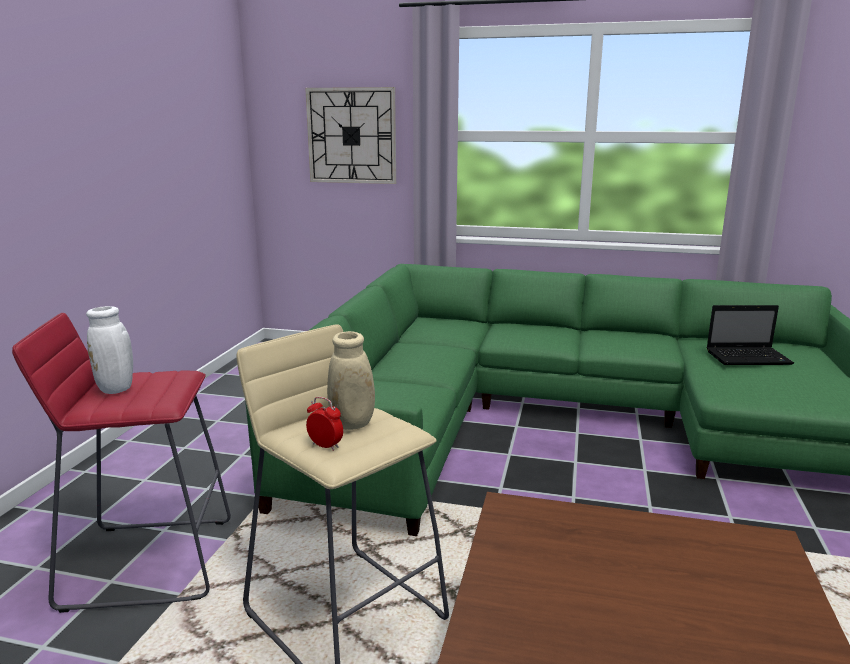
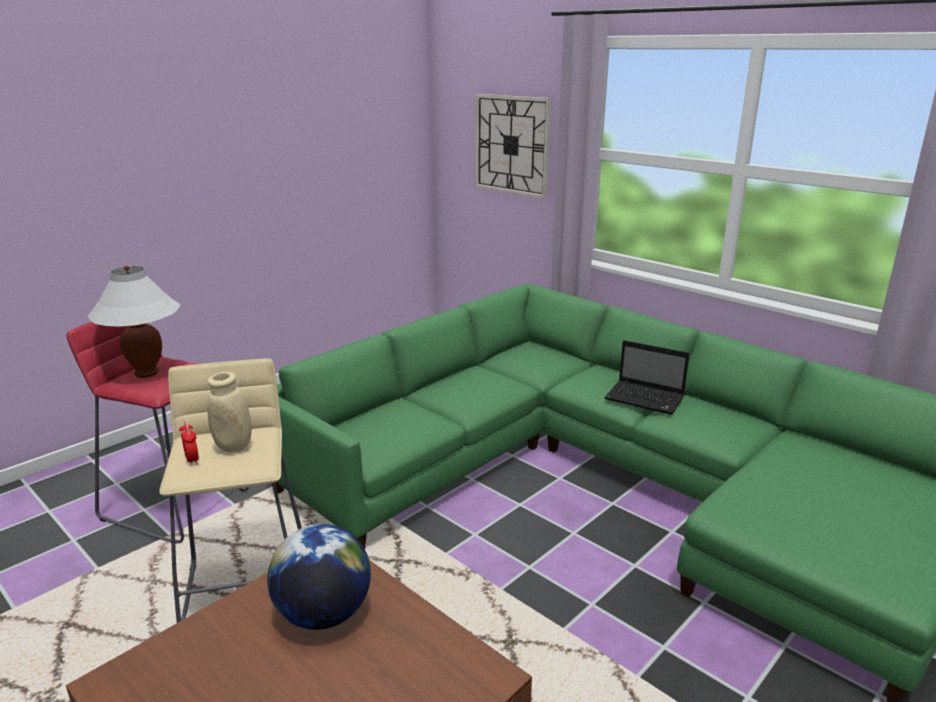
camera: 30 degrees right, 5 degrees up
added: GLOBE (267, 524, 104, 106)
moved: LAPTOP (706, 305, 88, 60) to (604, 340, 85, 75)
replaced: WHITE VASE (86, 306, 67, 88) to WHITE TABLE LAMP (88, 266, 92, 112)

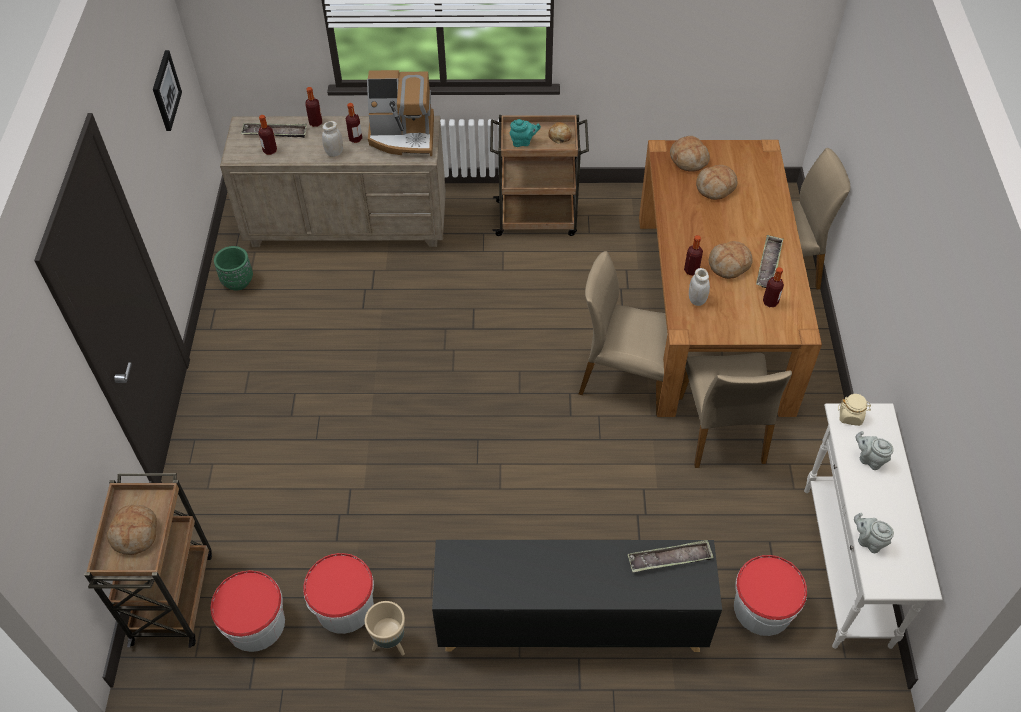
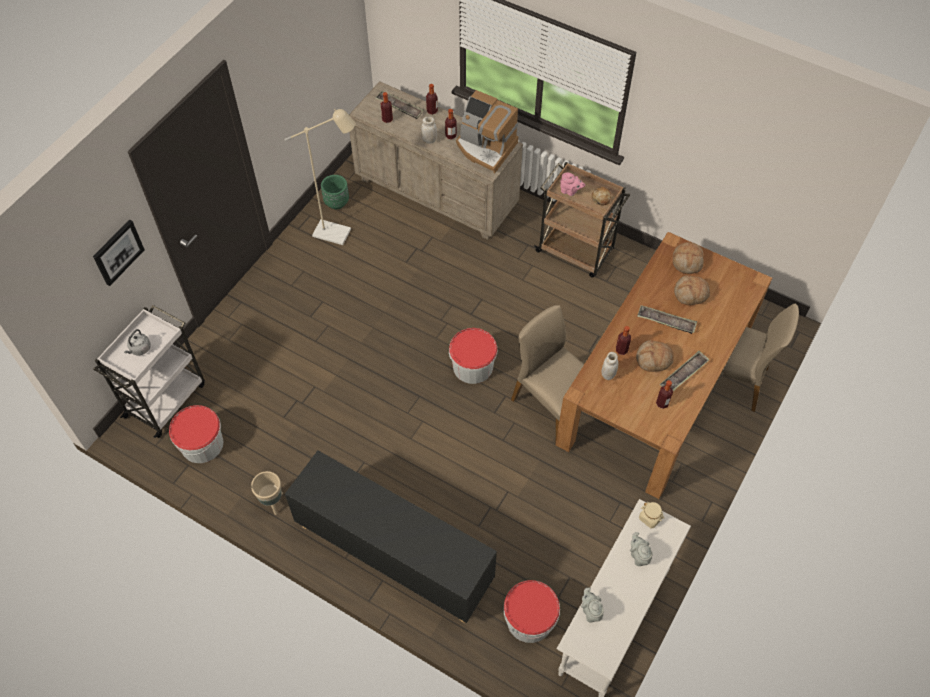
camera: 30 degrees right, 5 degrees up
removed: BEIGE CHAIR (679, 353, 113, 115)
added: BEIGE FLOOR LAMP (285, 109, 71, 136)
moved: PICTURE (153, 50, 29, 81) to (93, 220, 52, 66); BUCKET (303, 553, 71, 81) to (449, 328, 48, 56); TRAY (628, 540, 86, 33) to (637, 305, 60, 29)
replaced: BREAD (107, 505, 50, 50) to GREY KETTLE (124, 329, 27, 27)
recoloured: BROWN CART (84, 473, 128, 175) to WHITE CART (93, 305, 112, 133); TURQUOISE TEAPOT (510, 119, 31, 28) to PINK TEAPOT (560, 173, 25, 23)

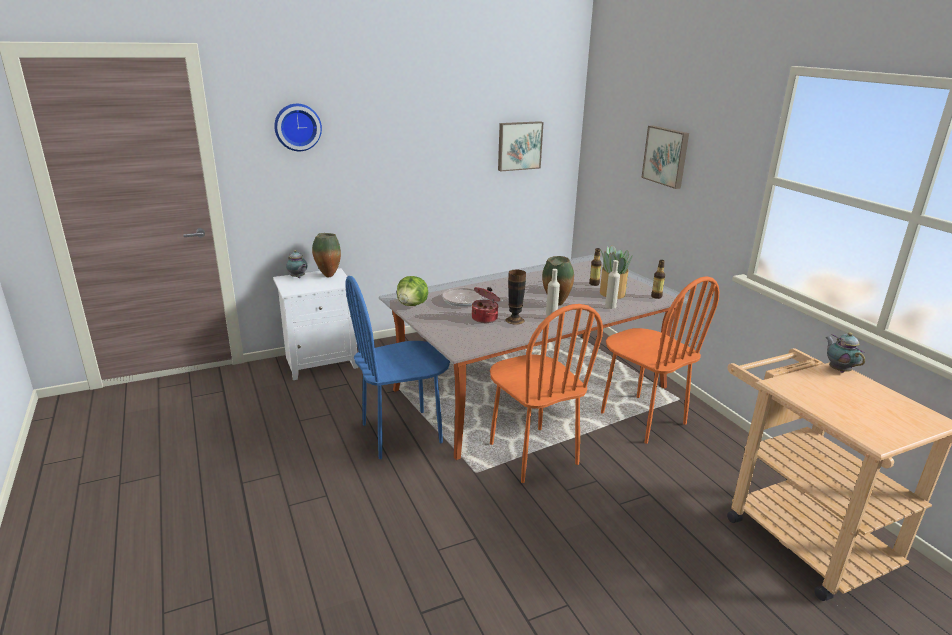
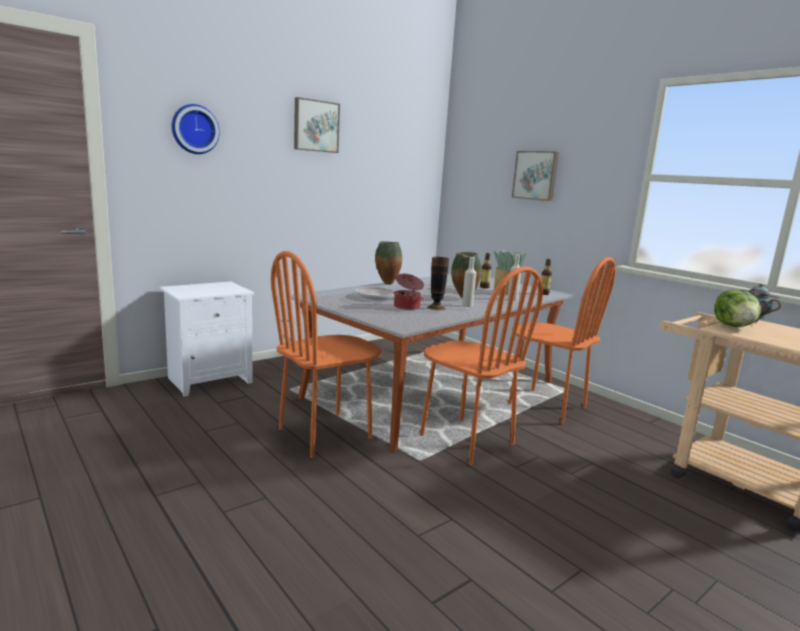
camera: 15 degrees left, 10 degrees down
removed: TEAPOT (286, 250, 21, 28)
moved: VASE (312, 233, 29, 44) to (375, 241, 27, 44); LETTUCE (397, 276, 31, 30) to (714, 290, 47, 37); PICTURE (498, 121, 46, 51) to (294, 97, 46, 56)
recoloured: BLUE CHAIR (345, 276, 105, 183) to ORANGE CHAIR (271, 251, 110, 207)

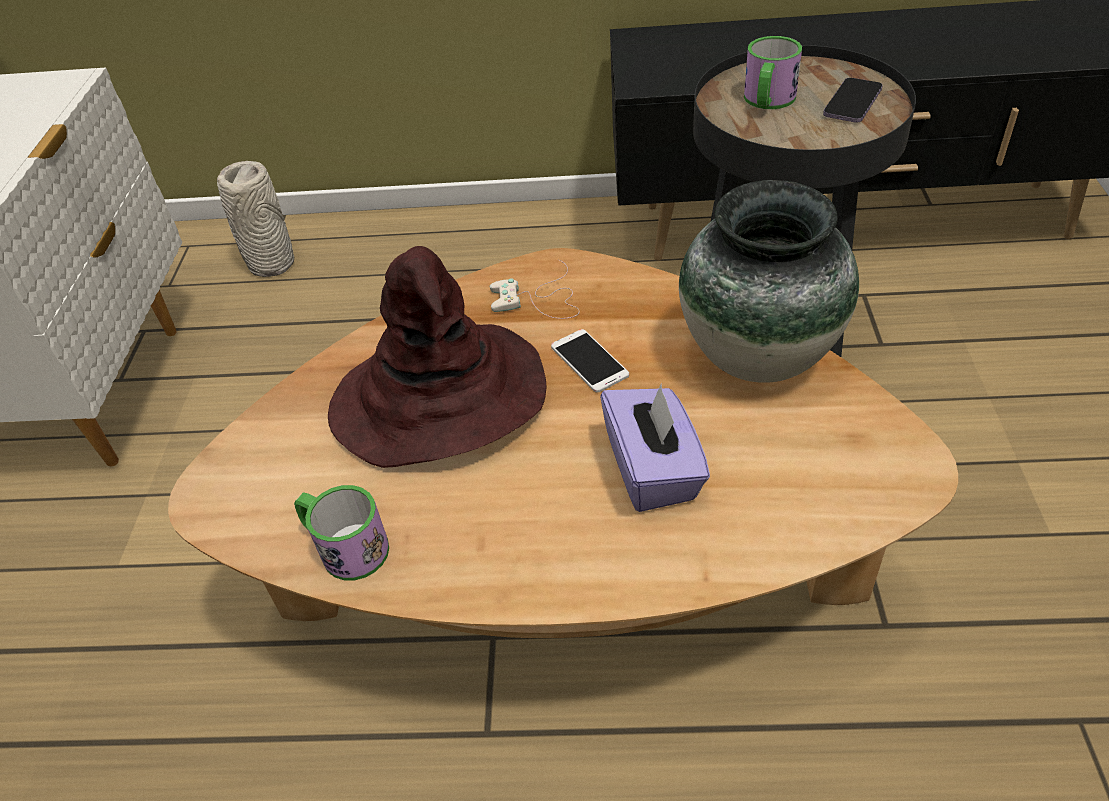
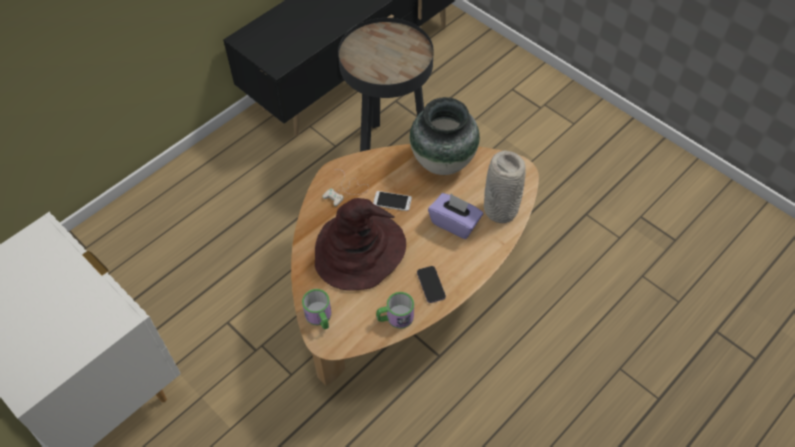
camera: 50 degrees left, 10 degrees up
moved: GREY VASE (217, 161, 77, 116) to (484, 151, 42, 72); MUG (744, 36, 58, 73) to (302, 289, 29, 41); PHONE (823, 78, 60, 45) to (417, 266, 29, 37)

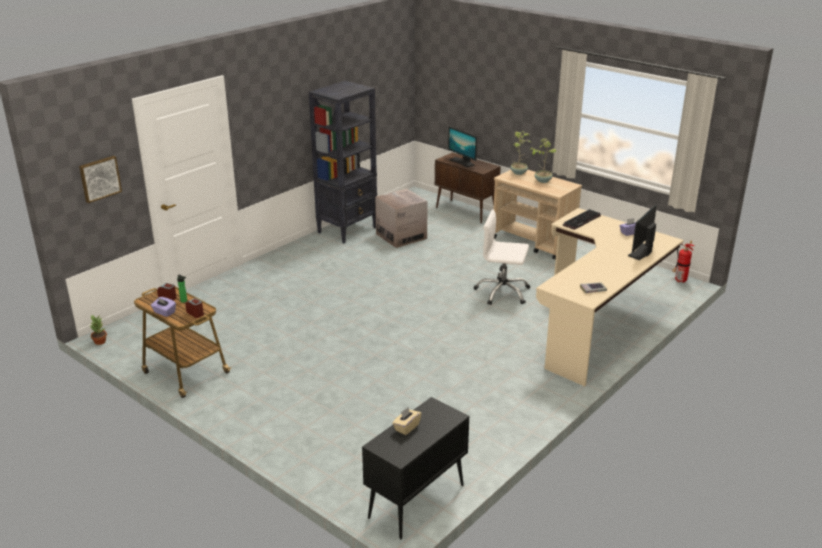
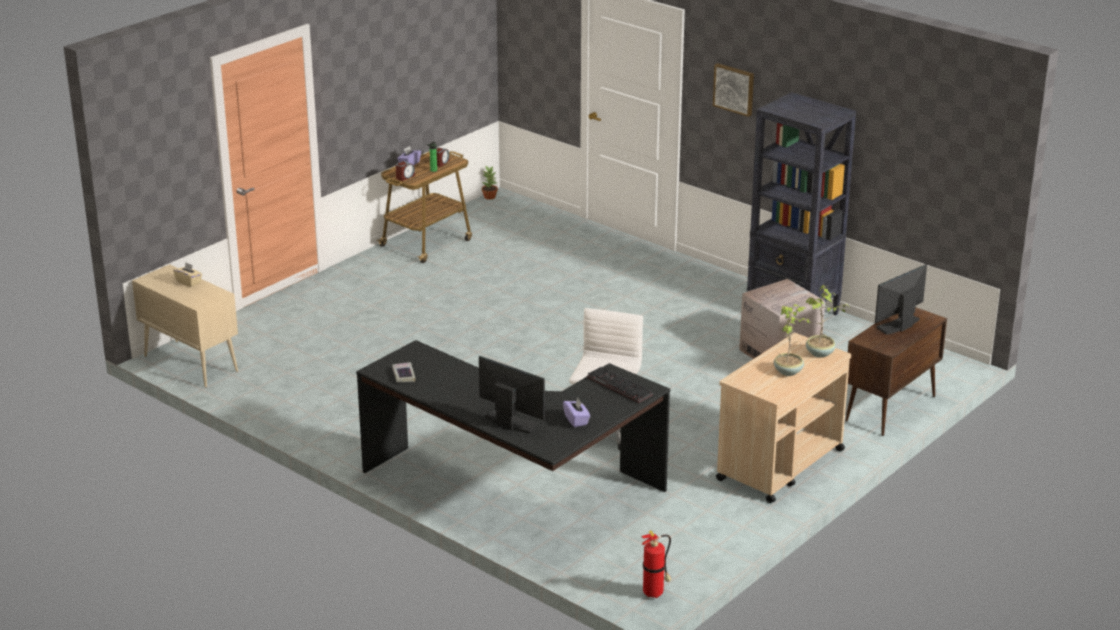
camera: 90 degrees right, 0 degrees up
moved: PICTURE (79, 156, 43, 47) to (713, 63, 41, 54)
recoloured: BLACK CABINET (362, 397, 107, 142) to BEIGE CABINET (132, 264, 106, 124); BEIGE DESK (536, 208, 148, 178) to BLACK DESK (356, 340, 315, 152)

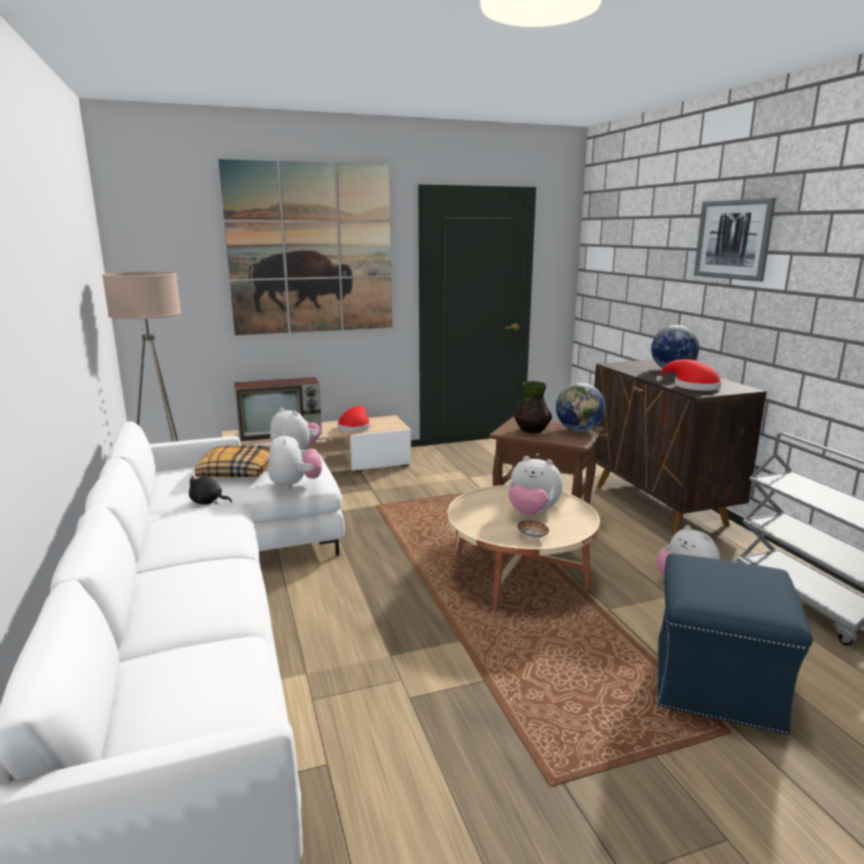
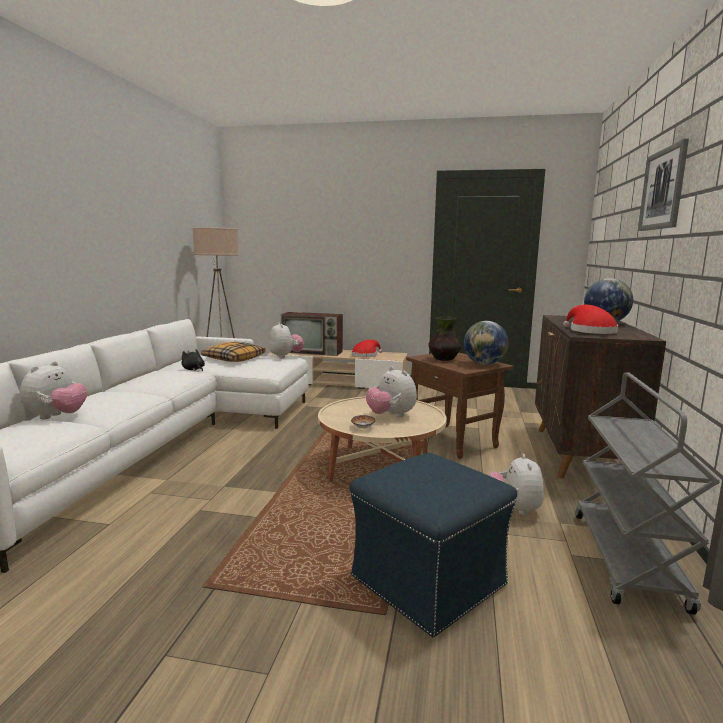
camera: 30 degrees right, 5 degrees down
removed: PICTURE (218, 159, 174, 176)
moved: PLUSH TOY (268, 432, 54, 58) to (20, 361, 67, 59)

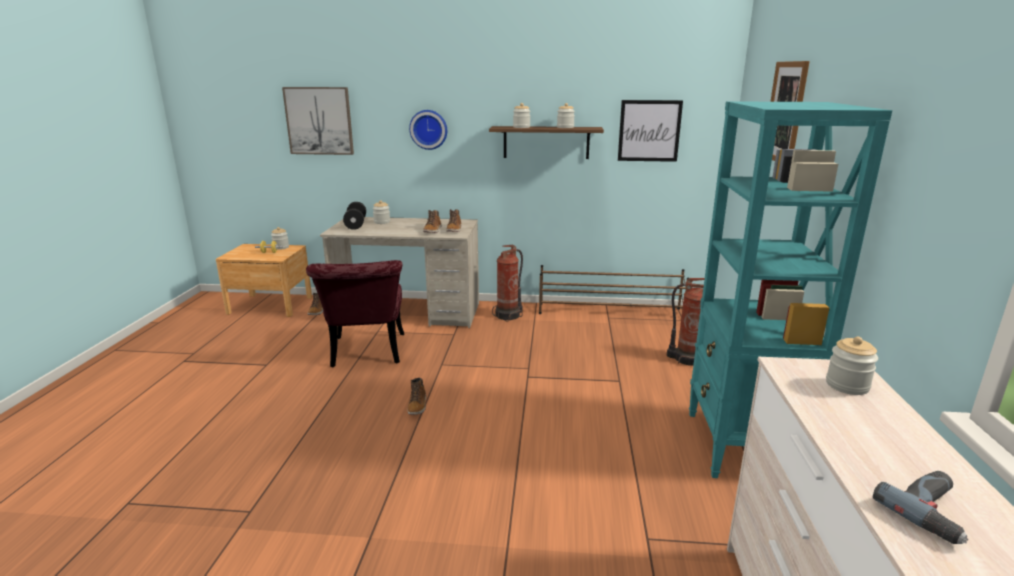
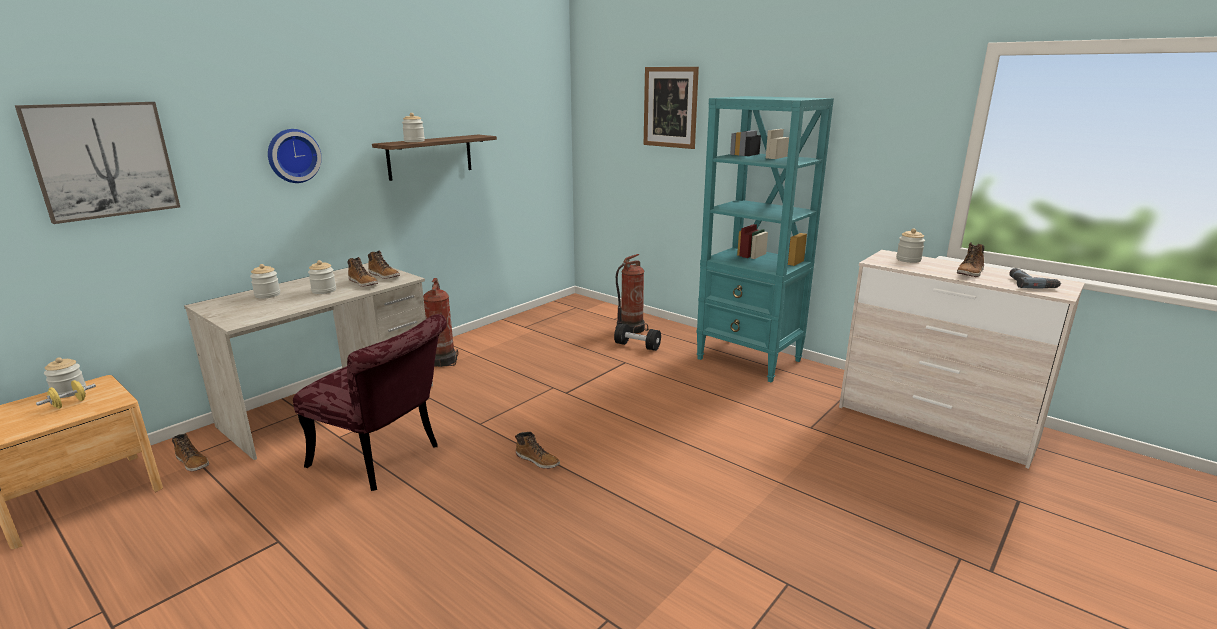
camera: 55 degrees left, 0 degrees up
removed: BROWN SHOE RACK (539, 265, 150, 49); PICTURE (618, 100, 65, 62)
added: BOOT (957, 242, 27, 35)
moved: BLACK DUMBBELL (343, 202, 23, 28) to (614, 323, 47, 28); JAR (557, 103, 18, 25) to (308, 260, 28, 34)

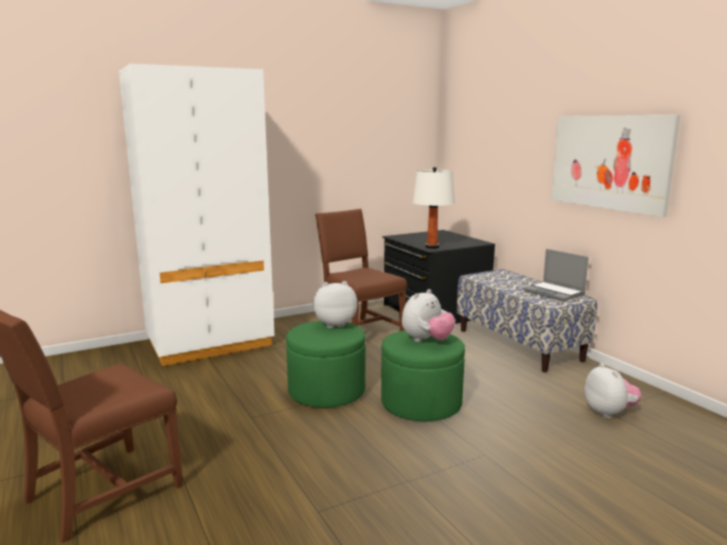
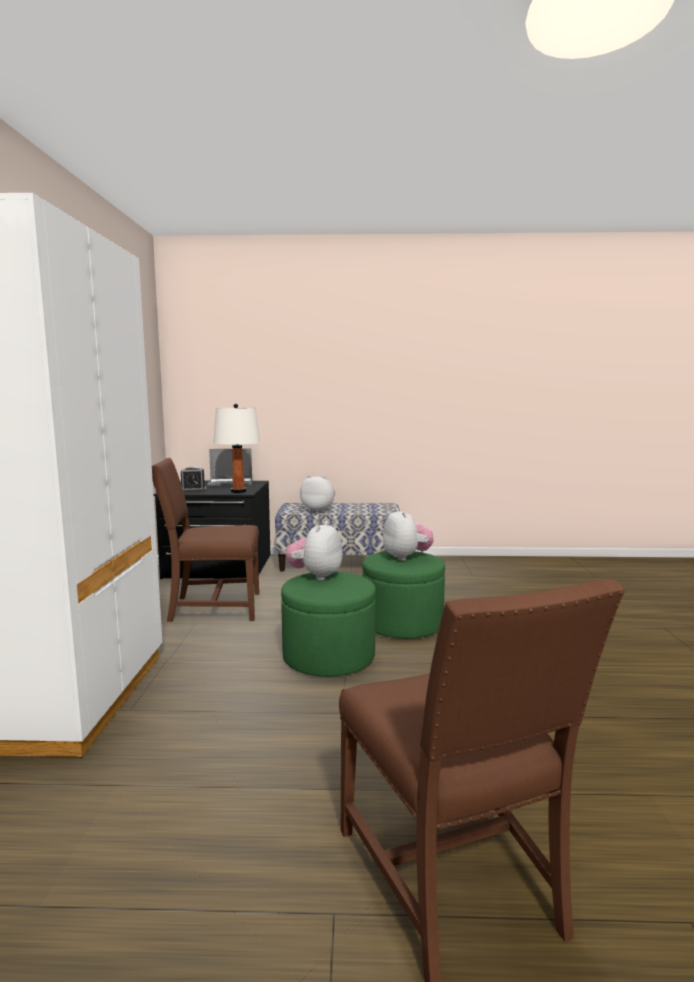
camera: 60 degrees left, 5 degrees down
removed: PICTURE (551, 115, 129, 102)
added: ALARM CLOCK (181, 466, 25, 26)
moved: LAPTOP (523, 249, 66, 52) to (208, 448, 44, 39); PLUSH TOY (584, 363, 58, 55) to (300, 475, 36, 38)

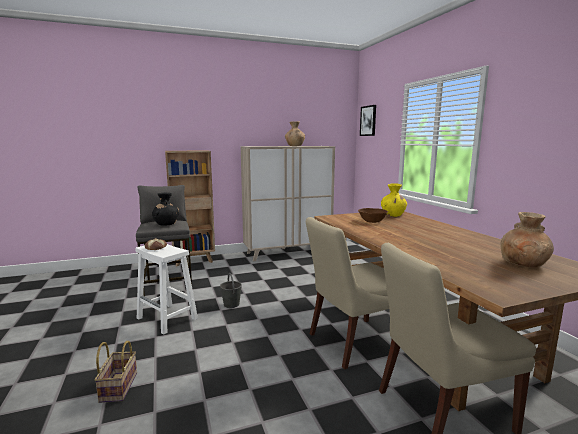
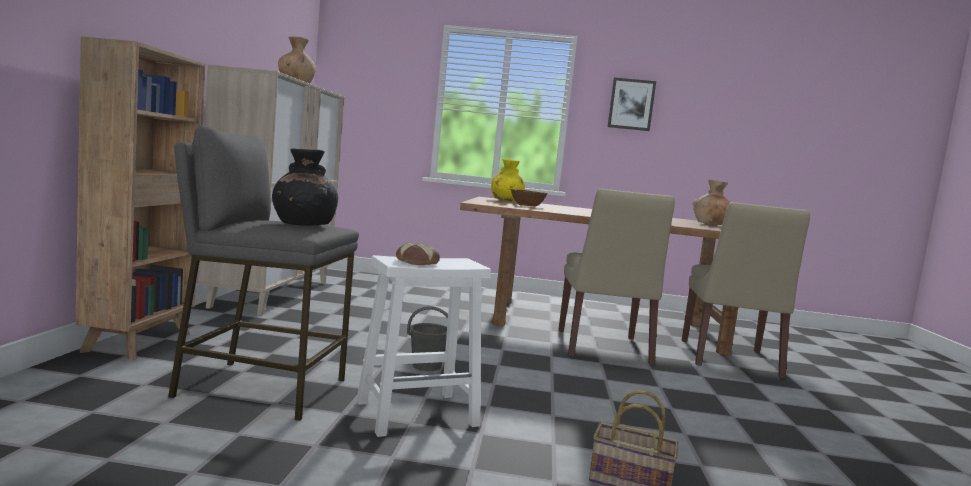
camera: 65 degrees left, 5 degrees down
moved: PICTURE (360, 105, 16, 31) to (607, 78, 49, 53)

